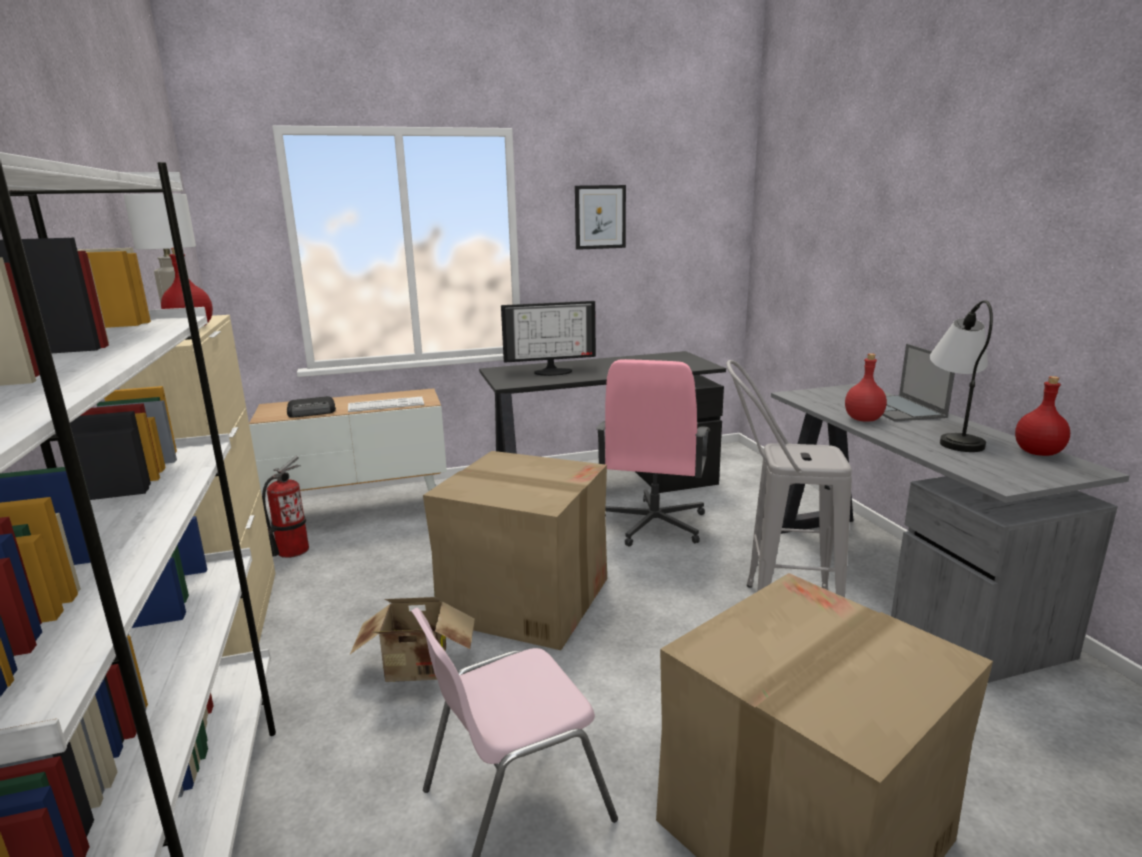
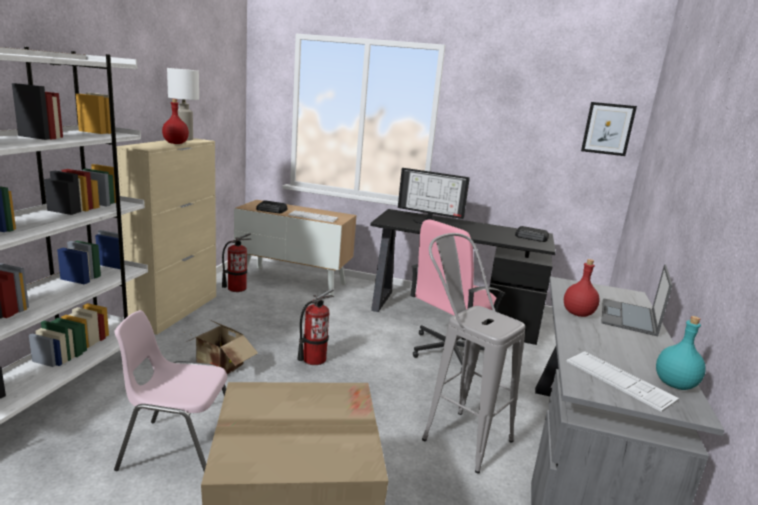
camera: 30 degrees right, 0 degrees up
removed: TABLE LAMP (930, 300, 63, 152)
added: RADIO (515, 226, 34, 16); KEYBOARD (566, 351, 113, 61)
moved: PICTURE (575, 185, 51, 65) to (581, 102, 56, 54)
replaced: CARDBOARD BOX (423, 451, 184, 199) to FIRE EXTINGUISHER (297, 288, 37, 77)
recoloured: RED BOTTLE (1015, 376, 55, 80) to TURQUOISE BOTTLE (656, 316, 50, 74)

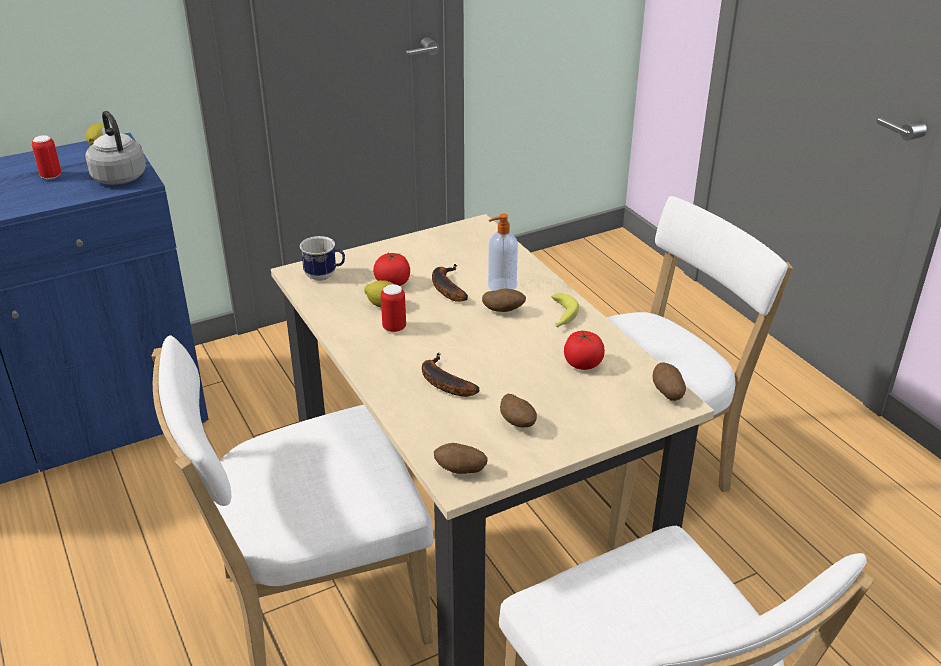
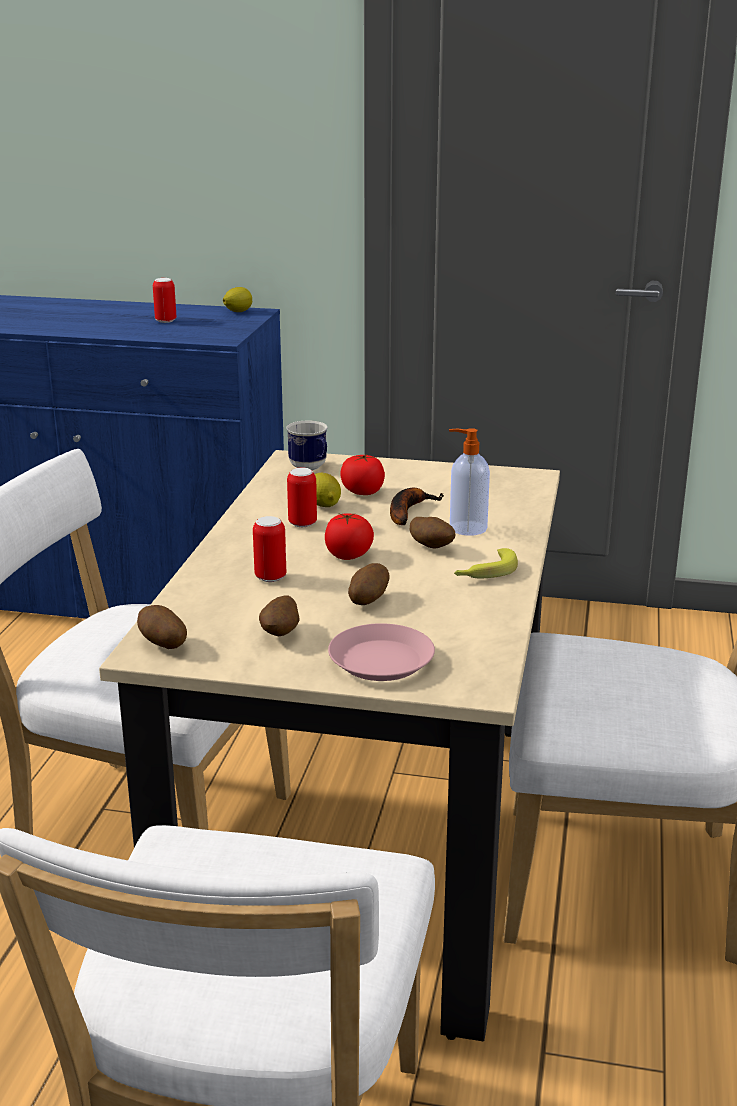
camera: 40 degrees right, 10 degrees down
removed: GREY KETTLE (85, 111, 61, 74)
added: PINK PLATE (328, 623, 107, 58)
moved: TOMATO (564, 330, 41, 40) to (325, 513, 49, 47); POTATO (653, 363, 33, 38) to (348, 563, 41, 42)
replaced: BANANA (422, 353, 58, 44) to CAN (253, 516, 33, 66)

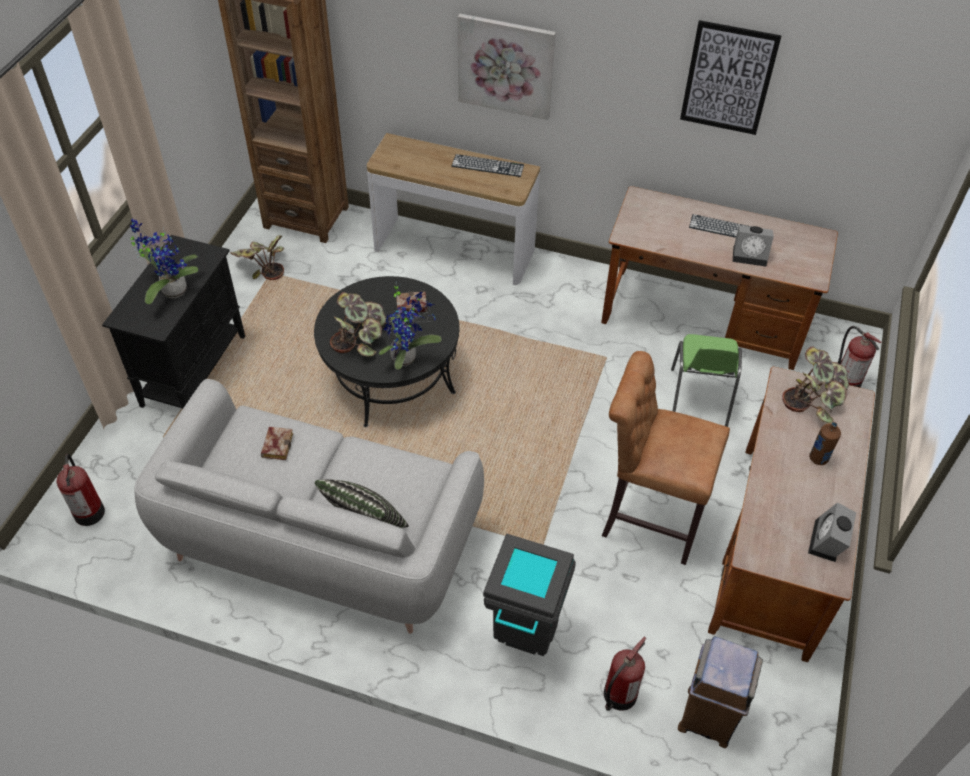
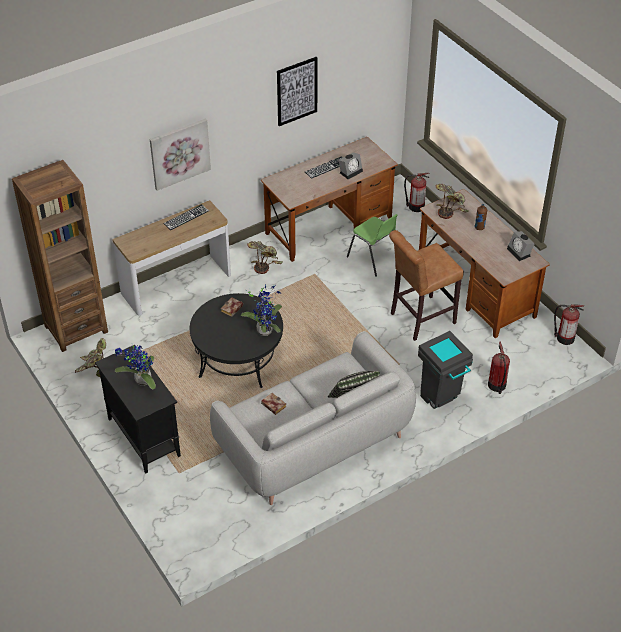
camera: 50 degrees left, 5 degrees down
removed: BROWN TRASH CAN (678, 636, 85, 112)
moved: FIRE EXTINGUISHER (57, 454, 48, 72) to (554, 304, 30, 41); POTTED PLANT (330, 292, 56, 65) to (247, 241, 36, 33)

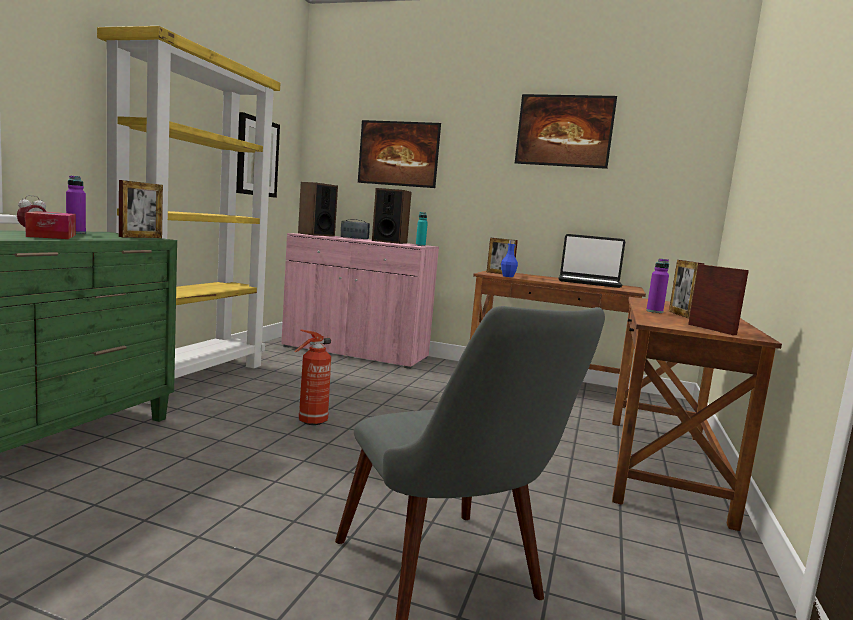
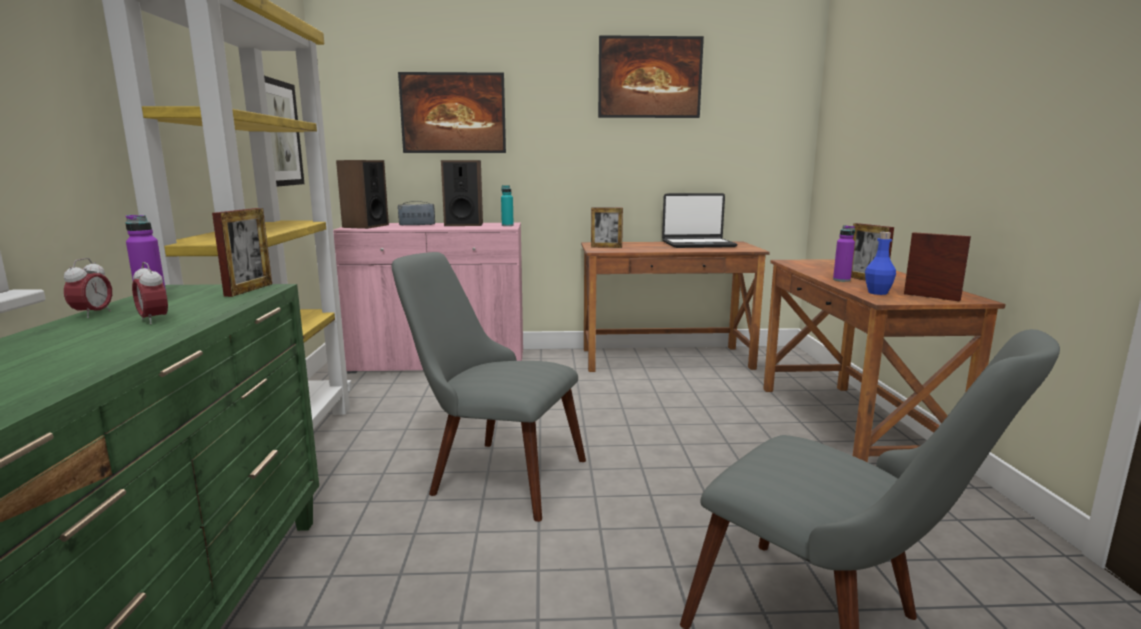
camera: 20 degrees left, 5 degrees up
moved: BLUE BOTTLE (501, 240, 17, 37) to (865, 232, 31, 63)
replaced: TISSUE BOX (25, 211, 51, 28) to ALARM CLOCK (132, 262, 36, 63); FIRE EXTINGUISHER (294, 330, 37, 95) to GREY CHAIR (392, 252, 194, 270)

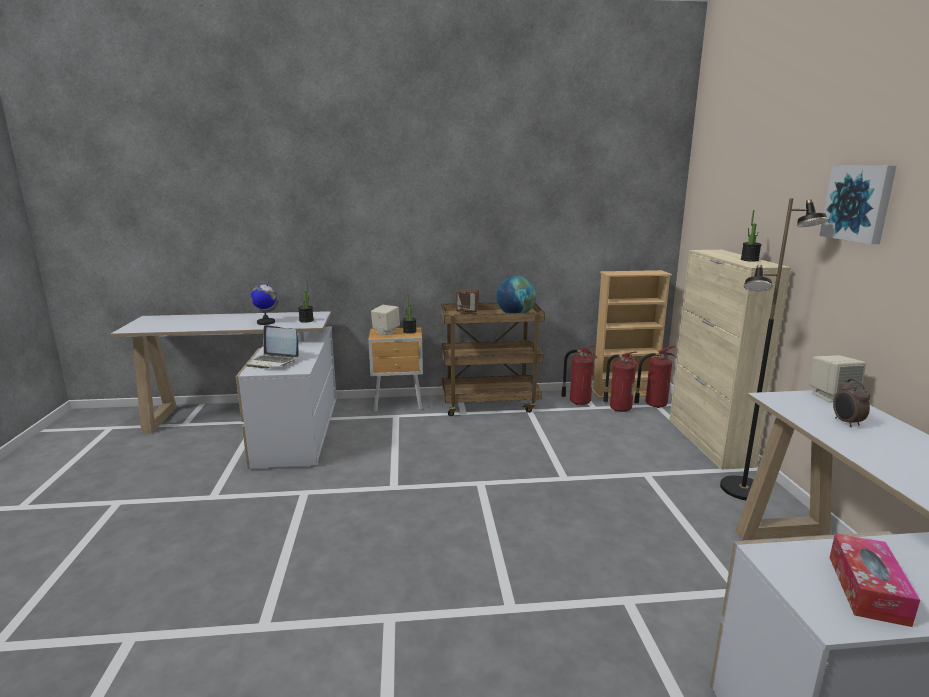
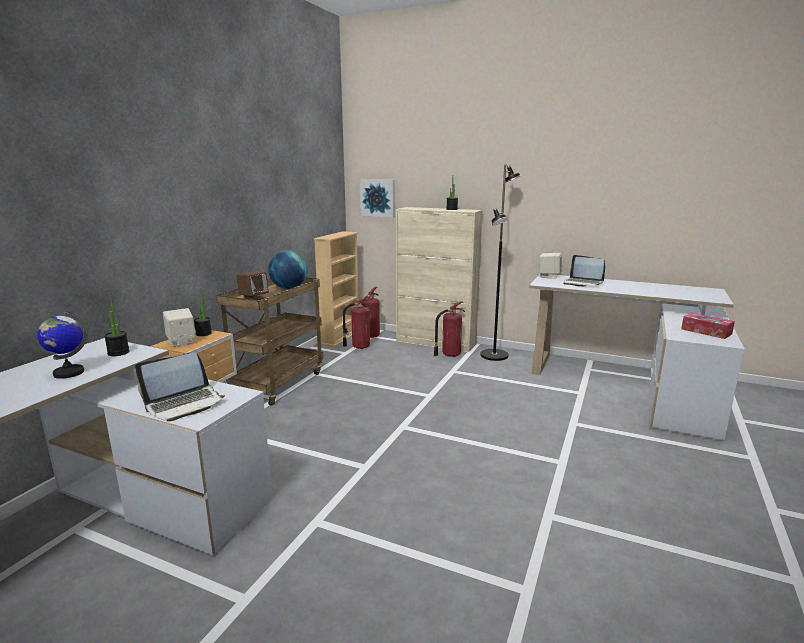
camera: 60 degrees left, 0 degrees up
moved: FIRE EXTINGUISHER (561, 346, 36, 59) to (434, 301, 31, 56); PICTURE (819, 165, 78, 79) to (360, 179, 35, 39)
replaced: ALARM CLOCK (833, 378, 37, 49) to LAPTOP (563, 255, 42, 32)

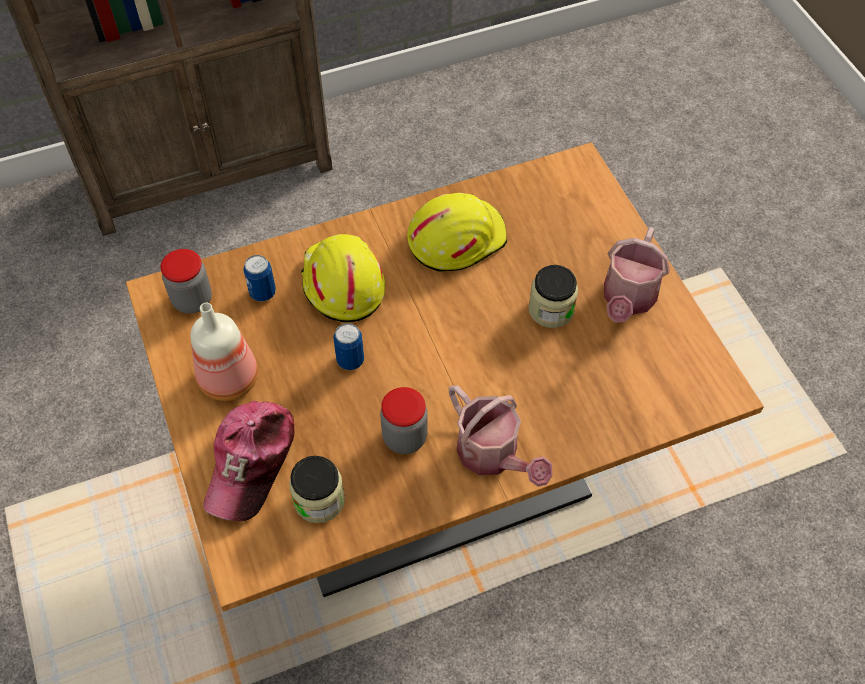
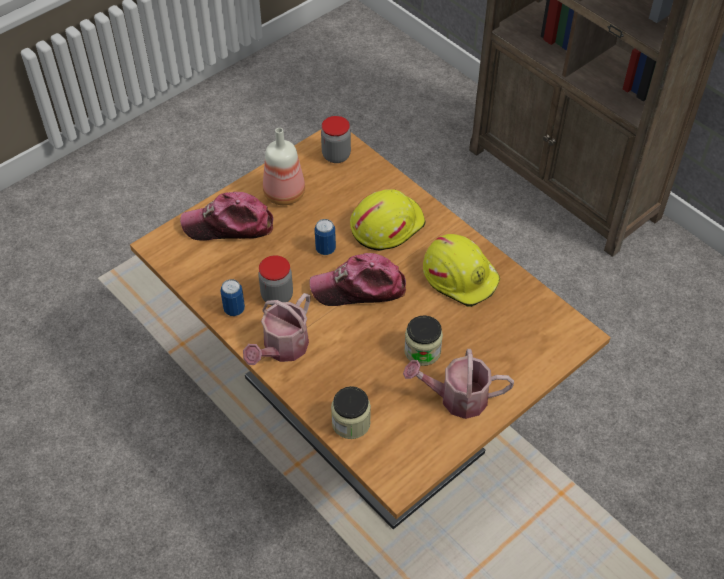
camera: 70 degrees right, 5 degrees down
added: CAP (309, 253, 97, 53)
moved: CAN (243, 255, 33, 47) to (220, 279, 25, 37); JAR (289, 456, 56, 67) to (331, 386, 40, 53)

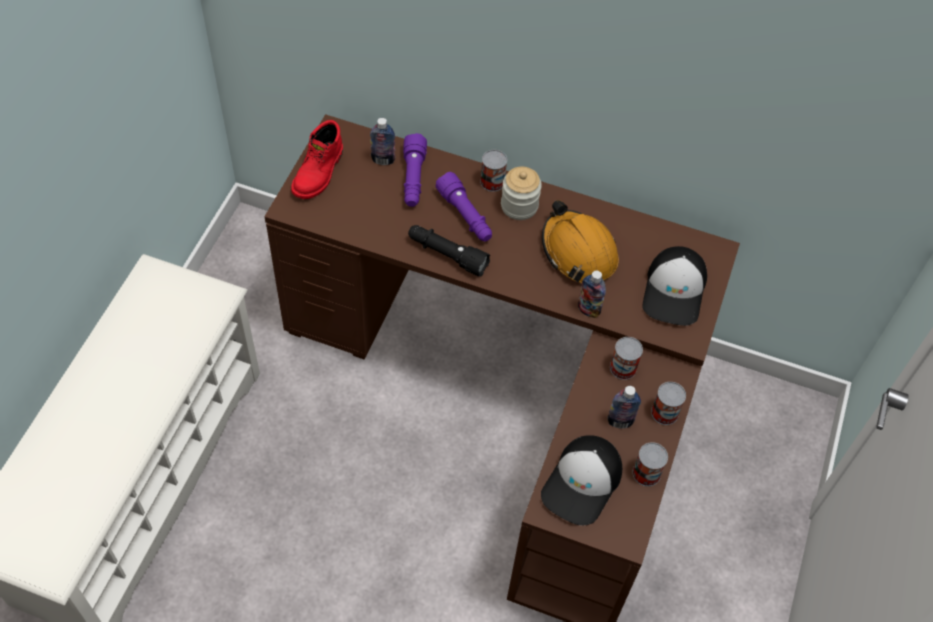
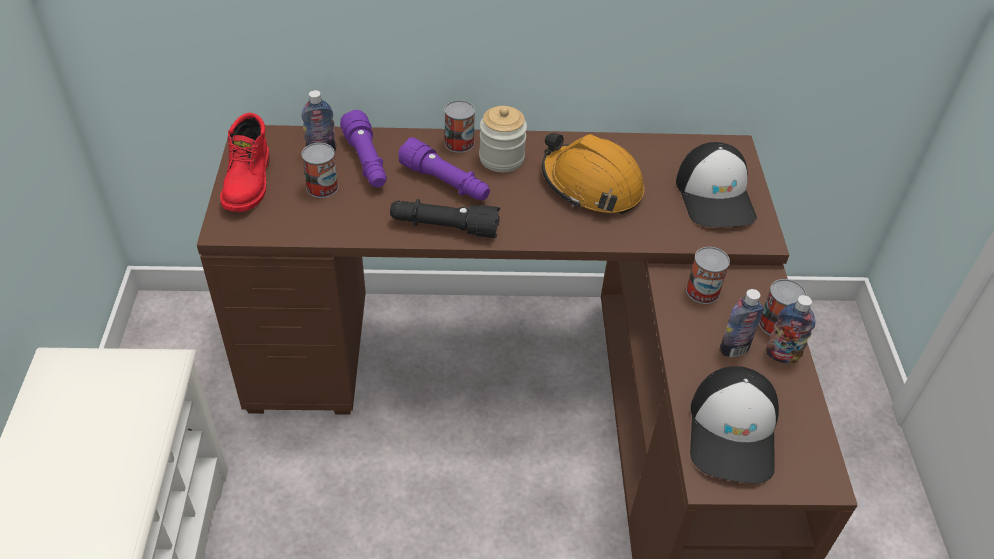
camera: 20 degrees left, 10 degrees down
moved: BOTTLE (578, 270, 28, 48) to (766, 295, 50, 68); CAN (632, 442, 36, 44) to (301, 143, 37, 55)

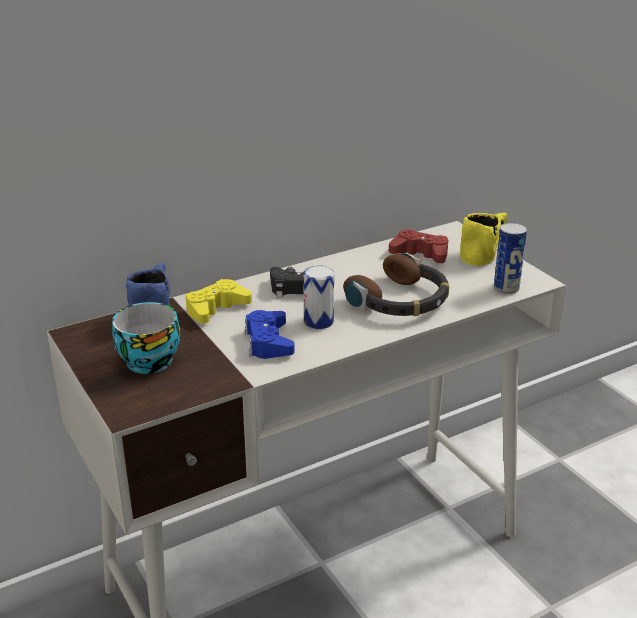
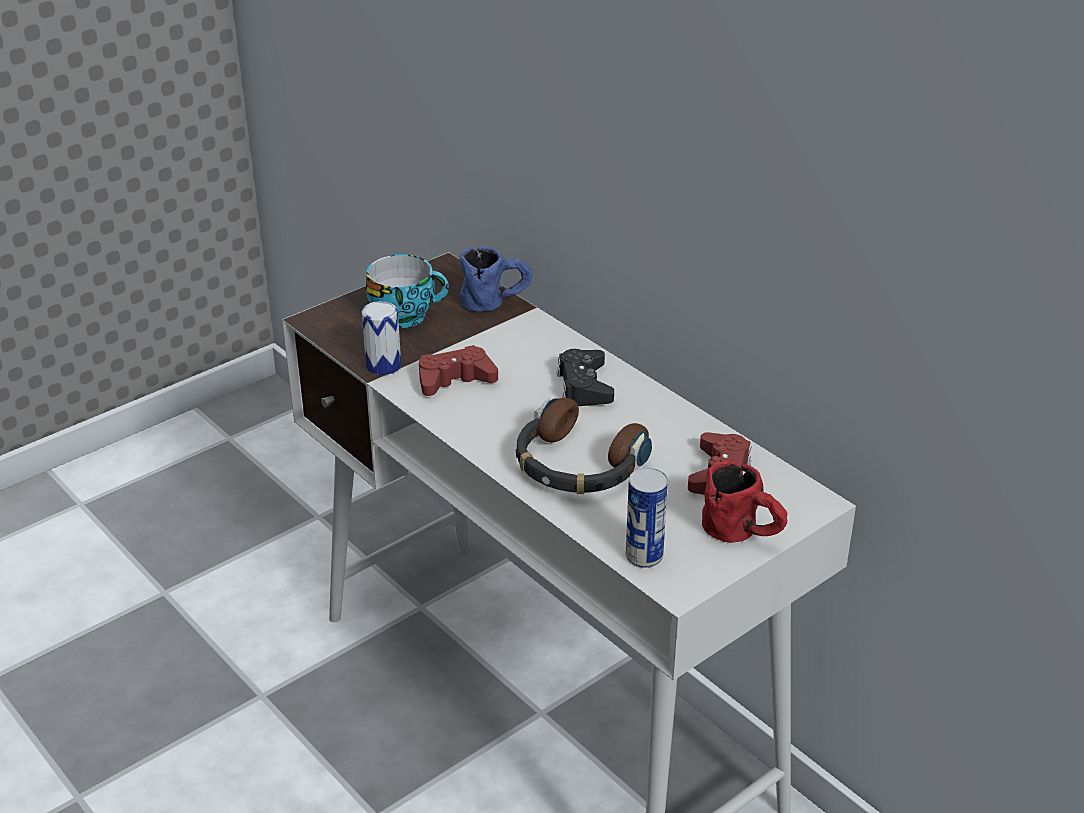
camera: 80 degrees right, 5 degrees up
removed: YELLOW GAME CONTROLLER (186, 279, 66, 44)
moved: CAN (303, 265, 31, 64) to (362, 301, 39, 74)
recoloured: BLUE GAME CONTROLLER (245, 310, 50, 49) to RED GAME CONTROLLER (419, 345, 79, 51); YELLOW MUG (460, 213, 48, 53) to RED MUG (702, 460, 85, 83)

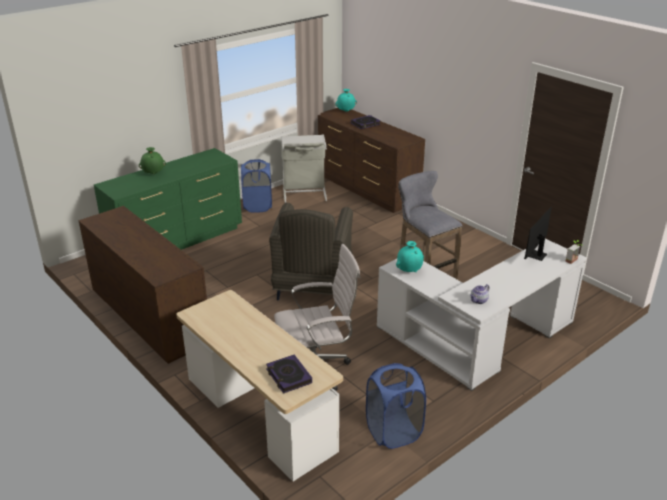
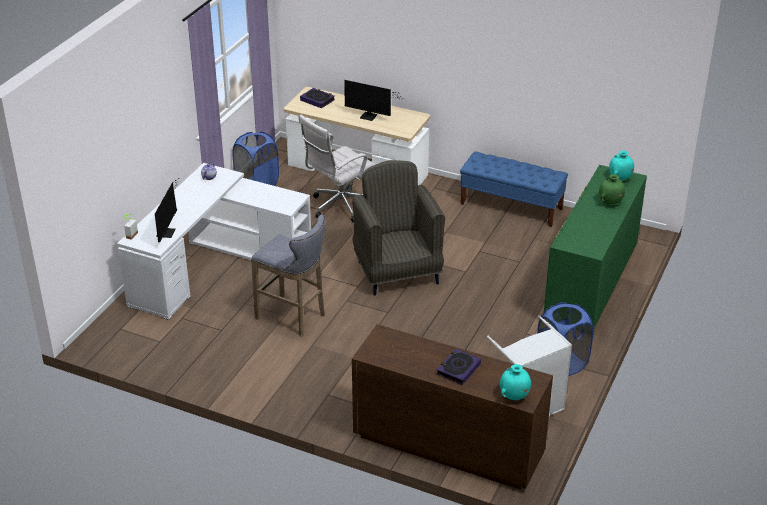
camera: 155 degrees right, 5 degrees up
added: MONITOR (345, 80, 55, 41)
moved: TURQUOISE VASE (396, 241, 28, 31) to (609, 151, 25, 29)
replaced: BROWN DRESSER (79, 206, 128, 158) to BLUE BENCH (460, 152, 108, 75)

